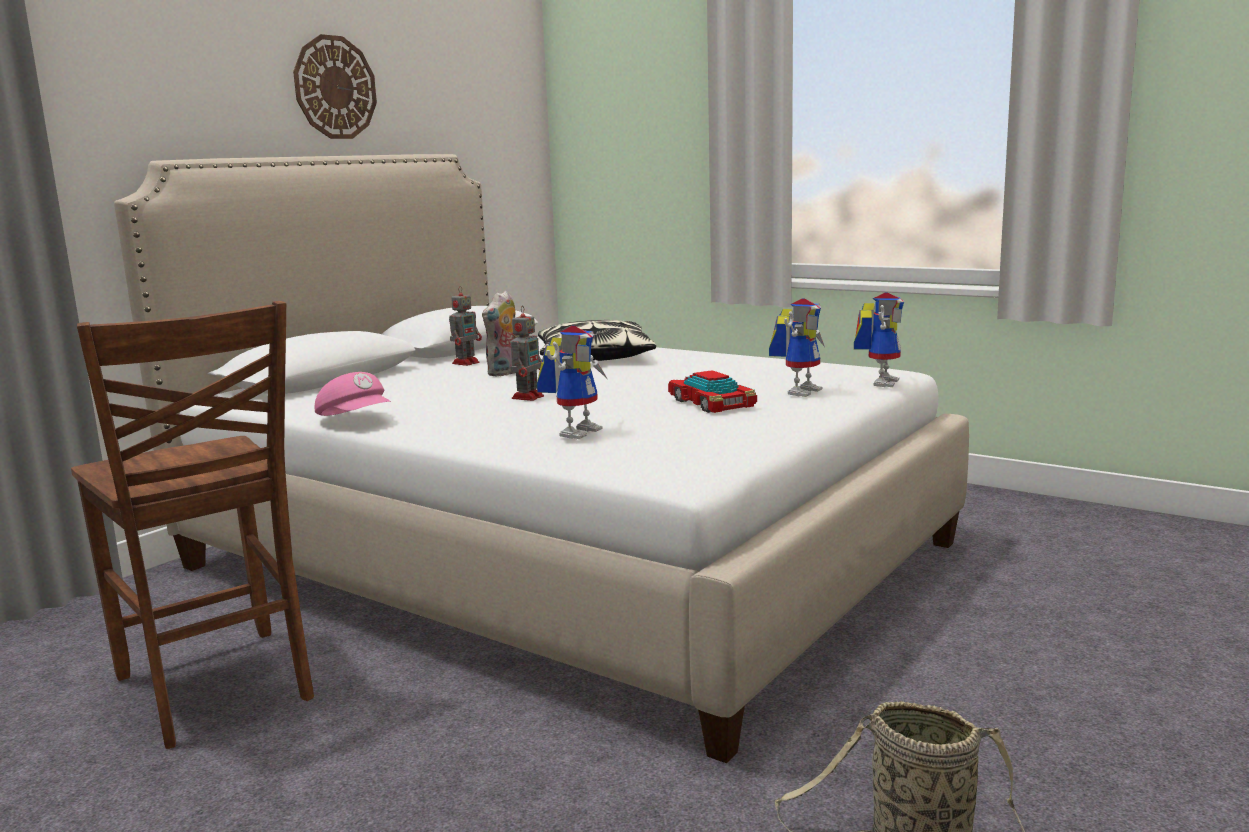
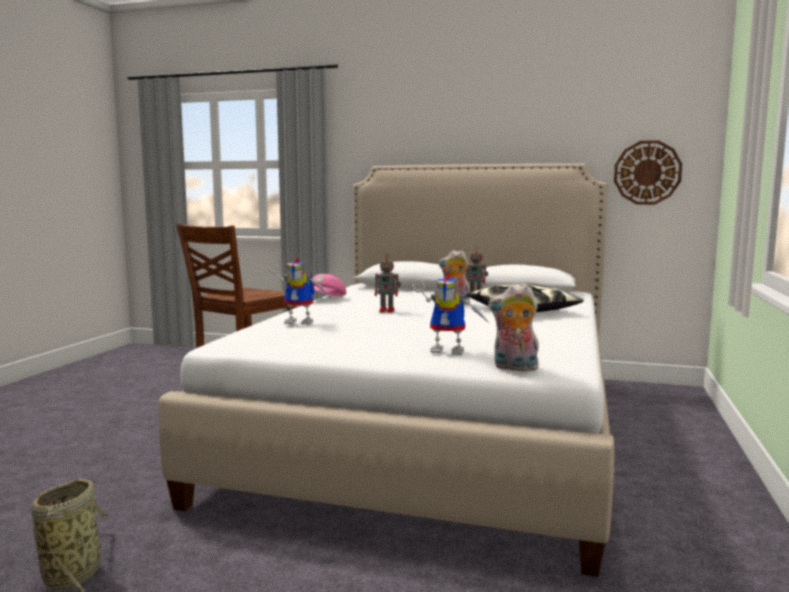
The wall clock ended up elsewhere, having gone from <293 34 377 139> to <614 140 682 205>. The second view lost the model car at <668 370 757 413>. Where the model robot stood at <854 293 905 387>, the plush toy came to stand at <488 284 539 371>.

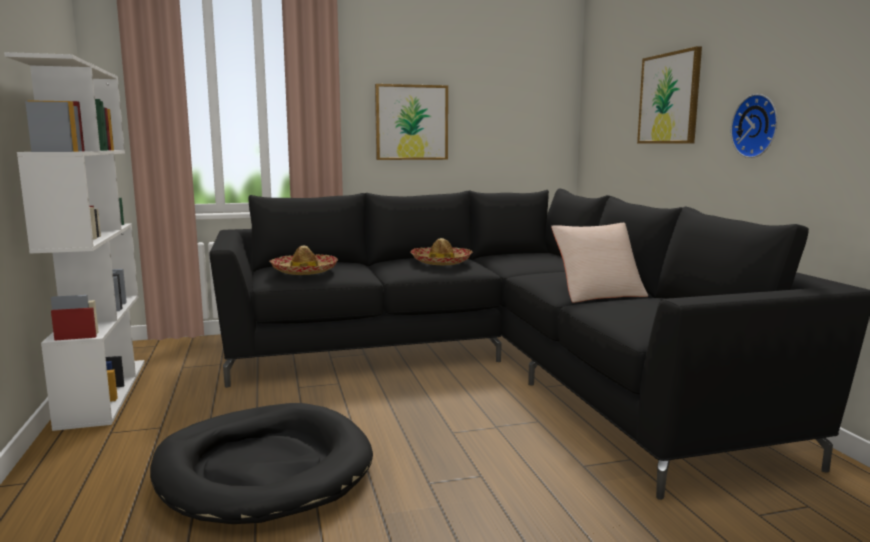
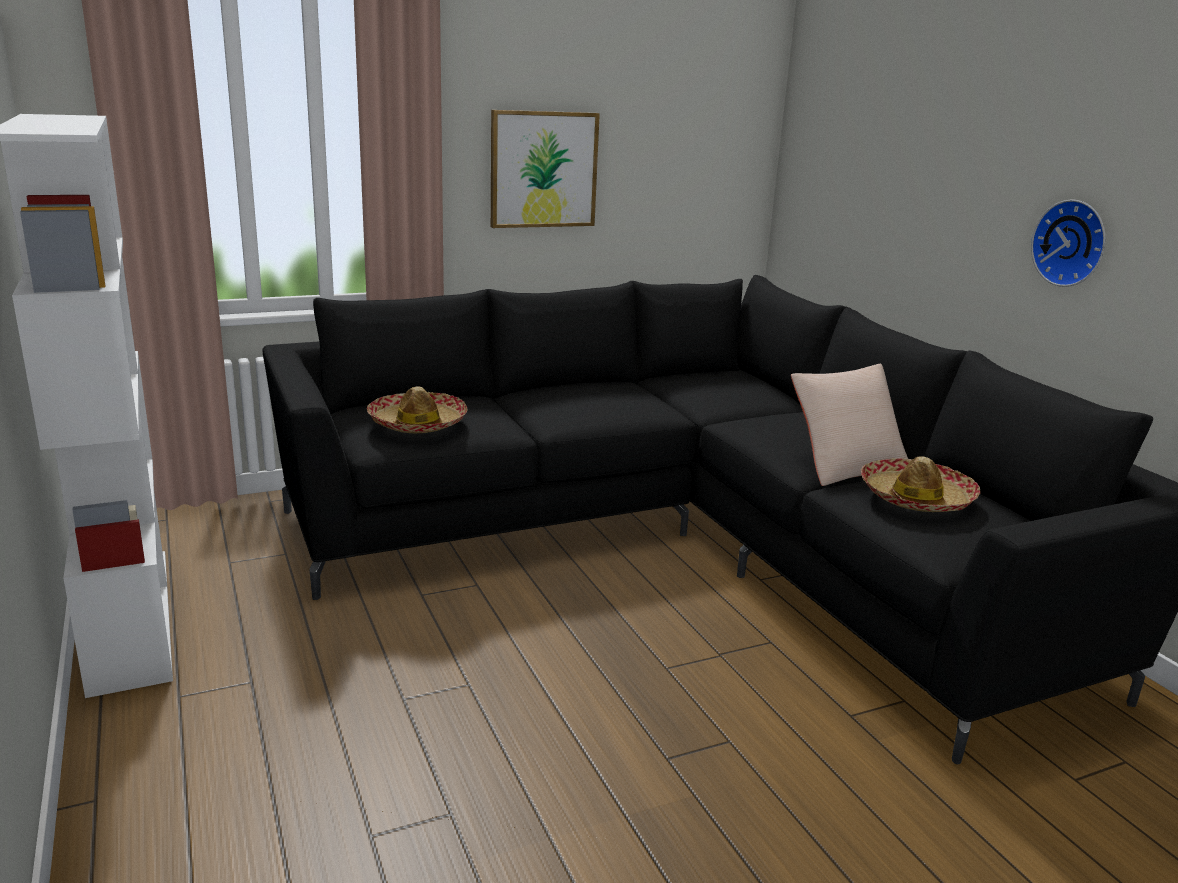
The second view lost the blackish dog bed at <150 403 373 524>. The clothing hat ended up elsewhere, having gone from <410 238 472 265> to <861 456 981 512>. The second view lost the wall art at <637 46 702 144>.

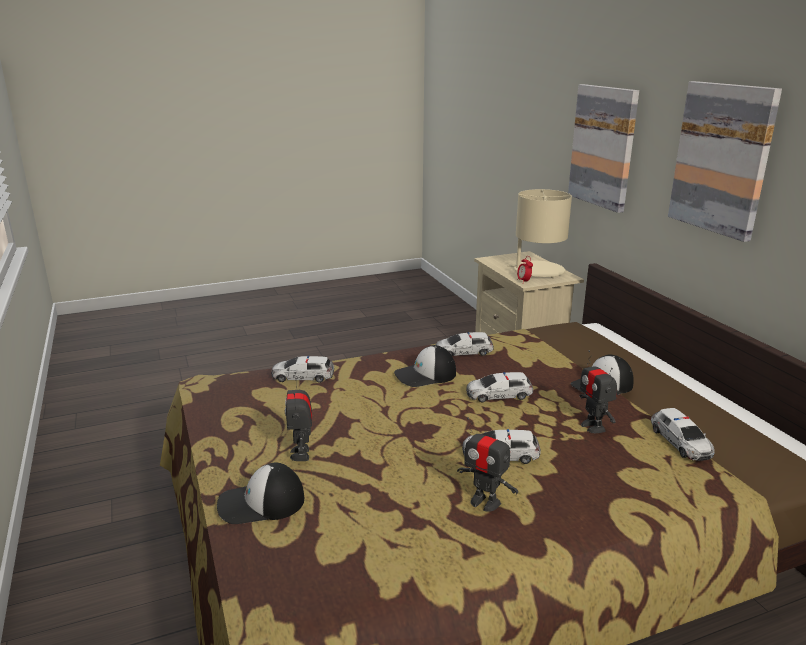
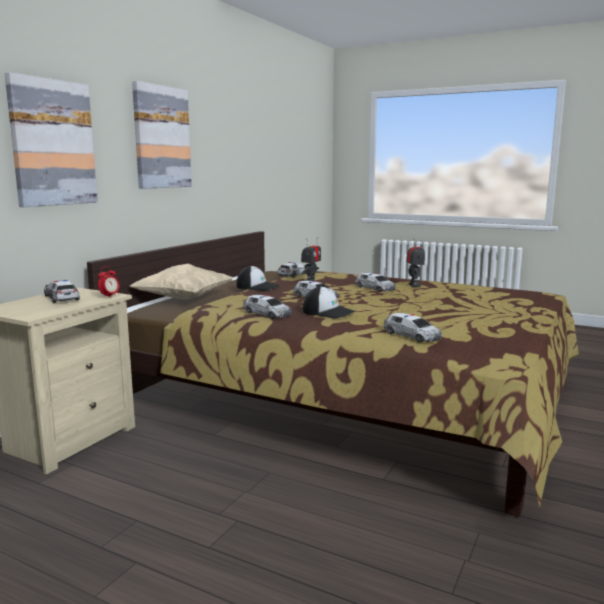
The second view lost the baseball cap at <217 462 304 524>. The second view lost the model robot at <285 372 312 461>. Where the sand-coloured table lamp stood at <507 189 572 278>, the model car came to stand at <44 280 80 303>. The second view gained the sand-coloured pillow at <130 264 233 299>.

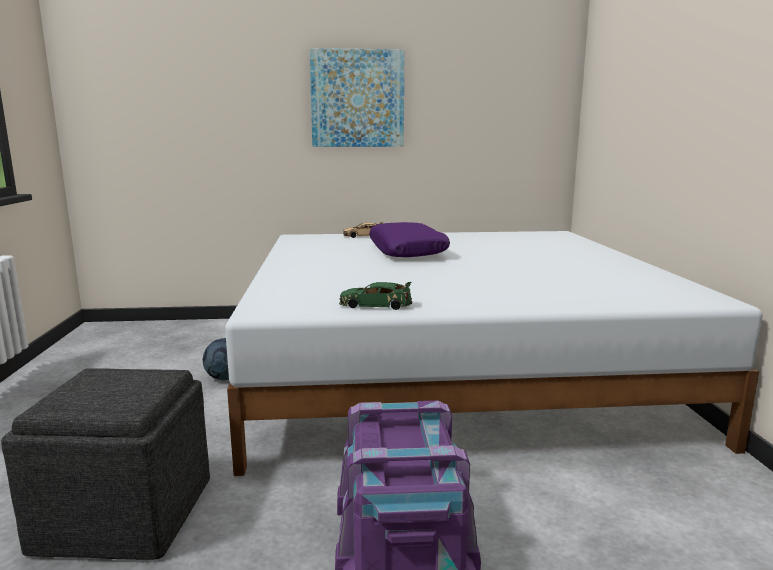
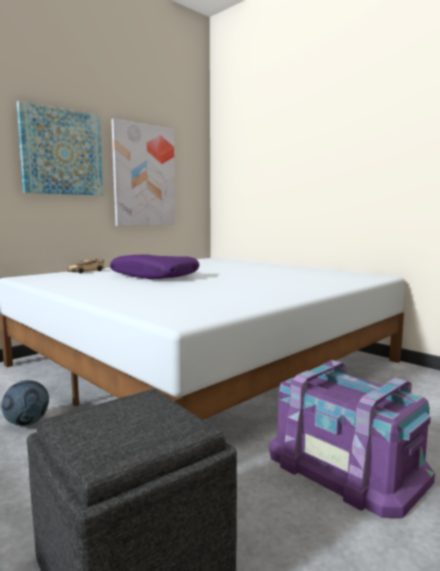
The second view lost the green model car at <339 282 412 310>. The second view gained the wall art at <111 119 175 226>.

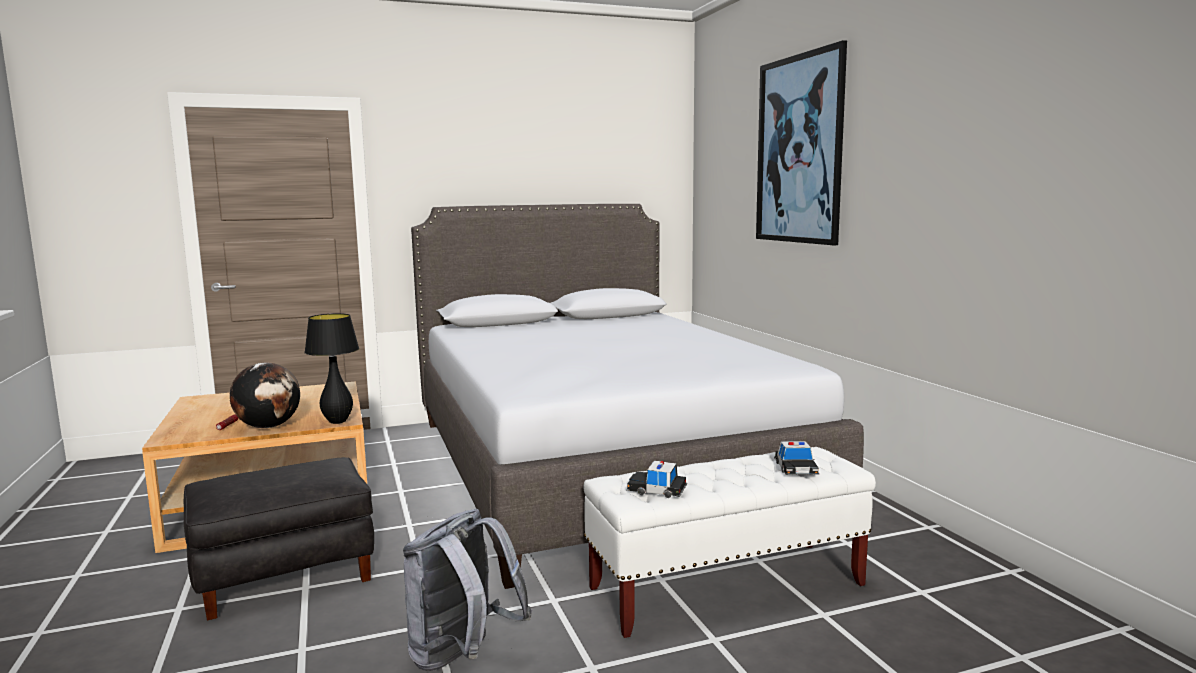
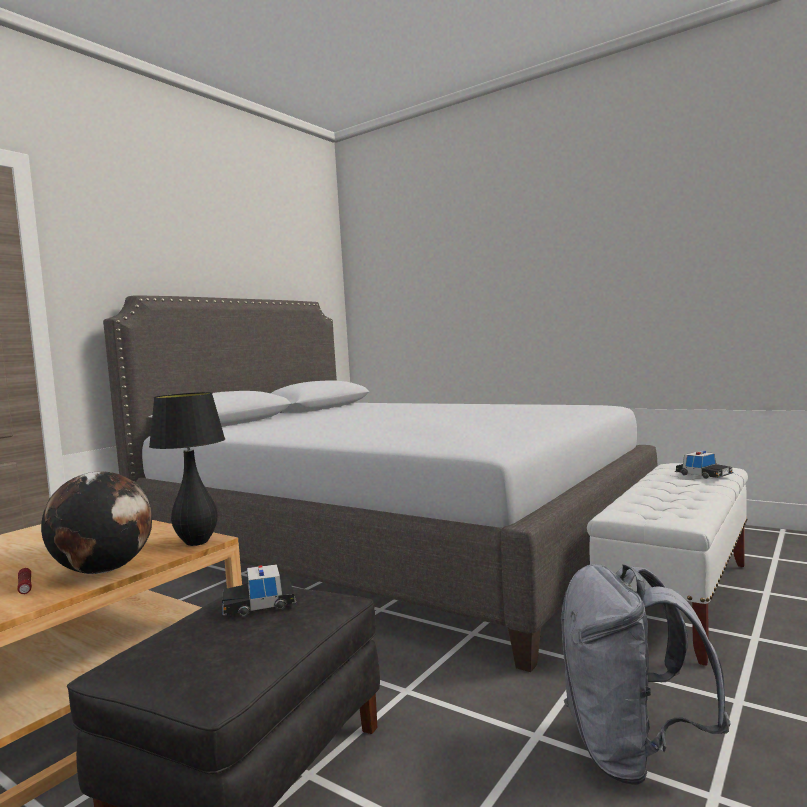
The model car ended up elsewhere, having gone from <626 461 687 498> to <222 564 296 617>. The second view lost the wall art at <756 40 847 245>.

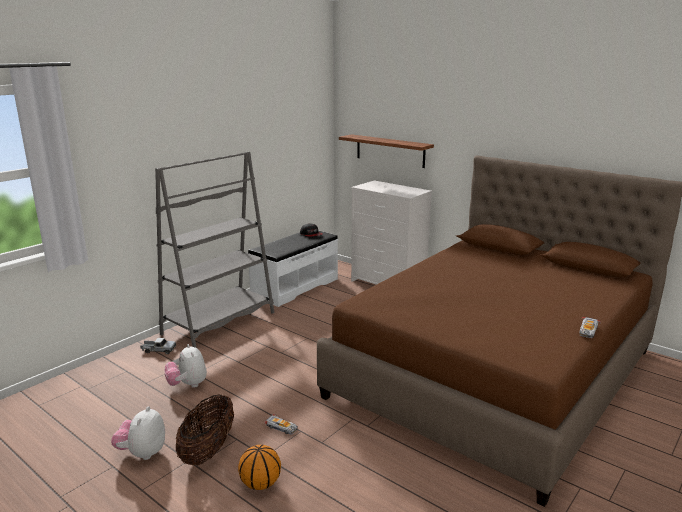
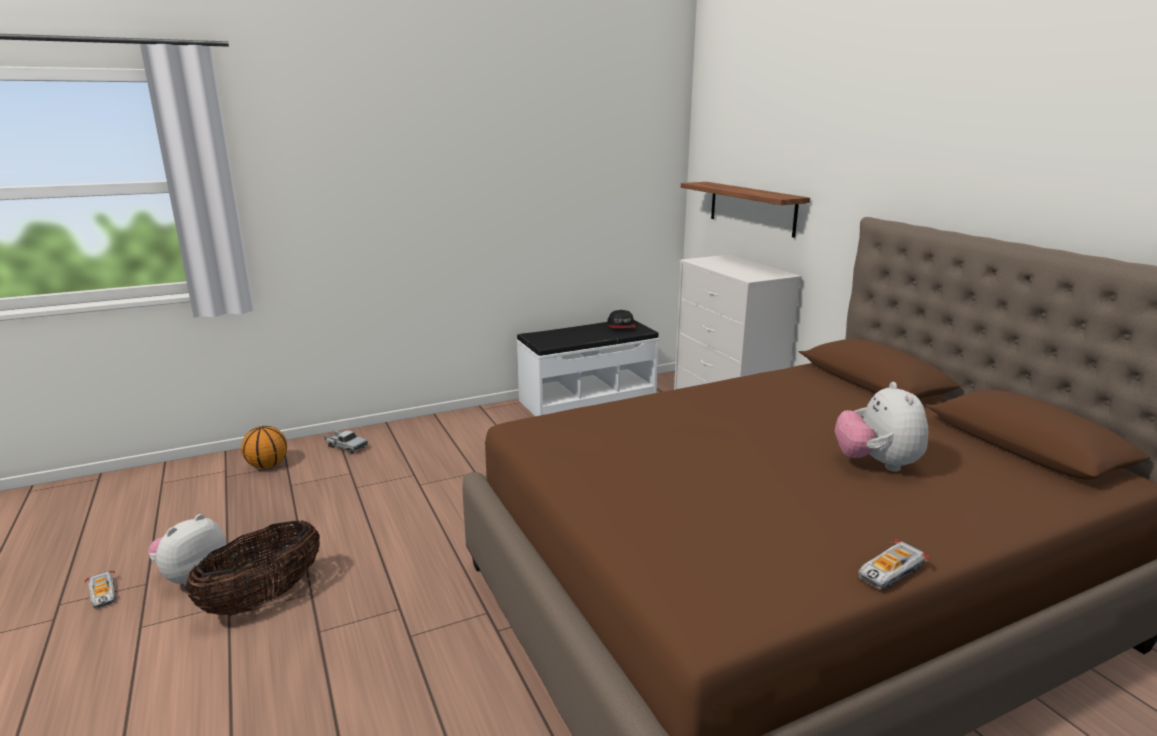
The second view lost the grey shelving unit at <155 152 274 348>. The plush toy ended up elsewhere, having gone from <165 344 207 388> to <835 382 928 472>. The ball for basketball ended up elsewhere, having gone from <238 445 281 490> to <241 426 287 468>. The model car ended up elsewhere, having gone from <265 414 298 435> to <85 571 116 609>.

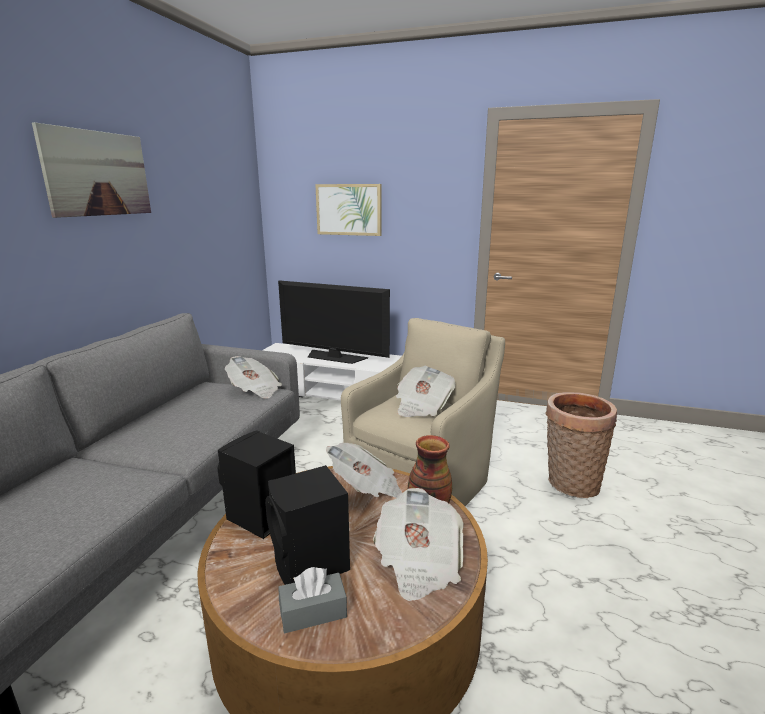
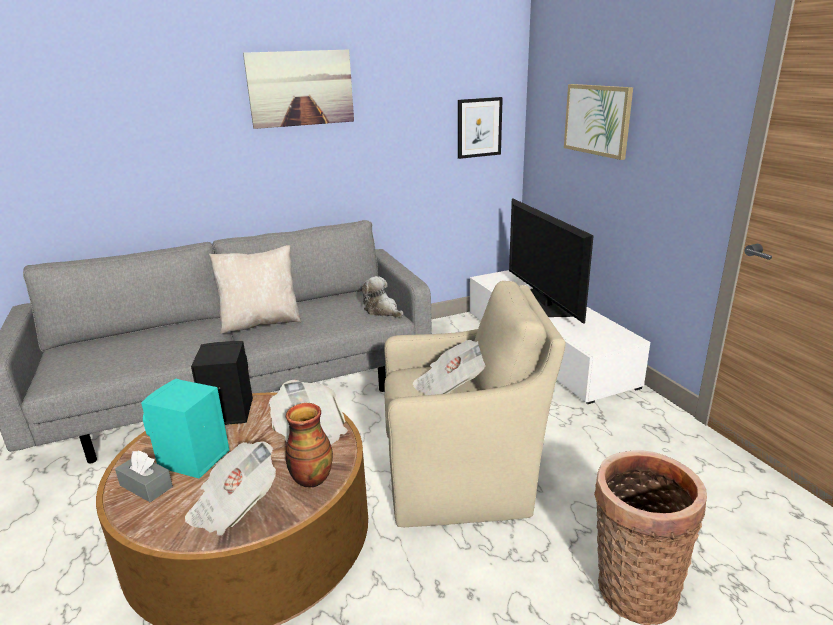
Where the daily paper stood at <225 356 282 399>, the plush toy came to stand at <362 276 404 318>. What was the blackish speaker at <265 465 350 585> turned into the turquoise speaker at <141 379 230 479>. The second view gained the sand-coloured pillow at <209 245 302 334>. The second view gained the wall art at <458 97 503 159>.

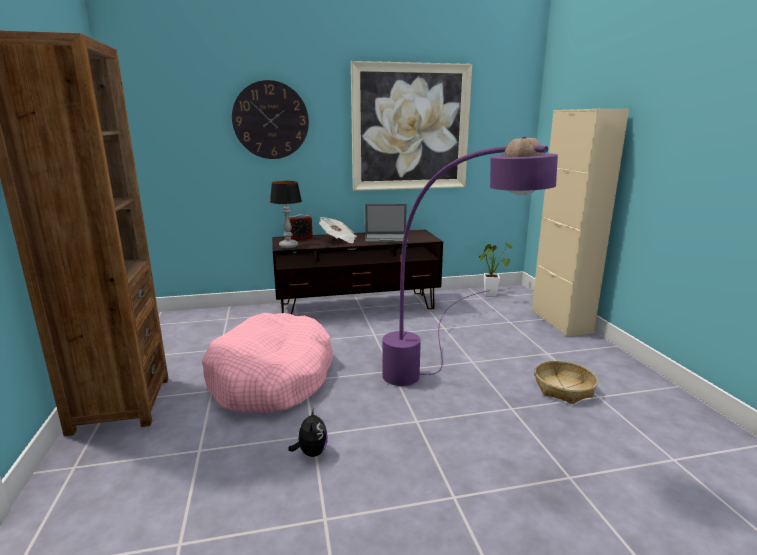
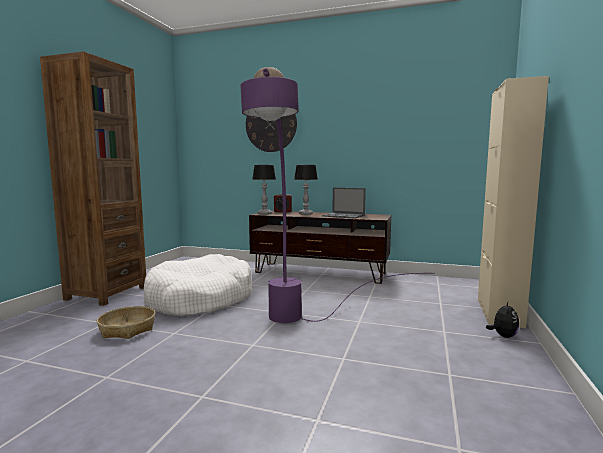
What was the pink dog bed at <202 313 333 413> turned into the white dog bed at <144 254 252 316>. The plush toy ended up elsewhere, having gone from <288 408 328 457> to <486 301 519 338>. Where the daily paper stood at <319 217 357 243>, the table lamp came to stand at <294 165 318 215>. The second view lost the wall art at <351 61 472 191>. The second view lost the houseplant at <479 242 513 297>. The basket ended up elsewhere, having gone from <535 361 598 404> to <97 306 155 339>.

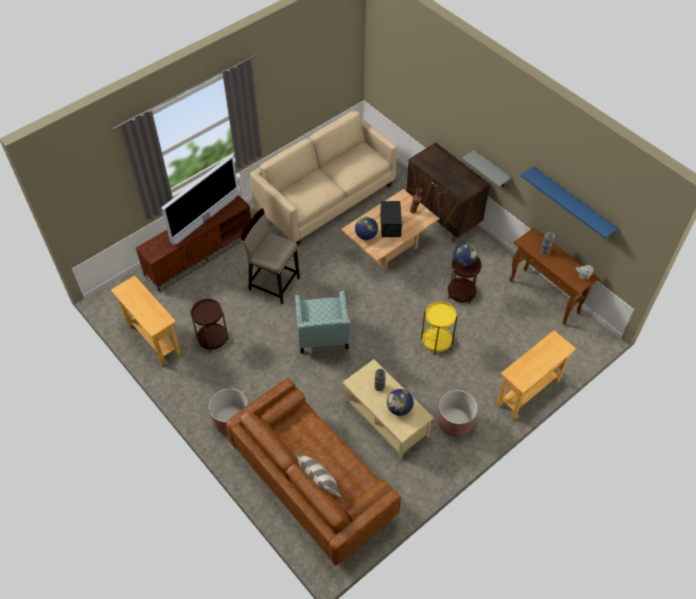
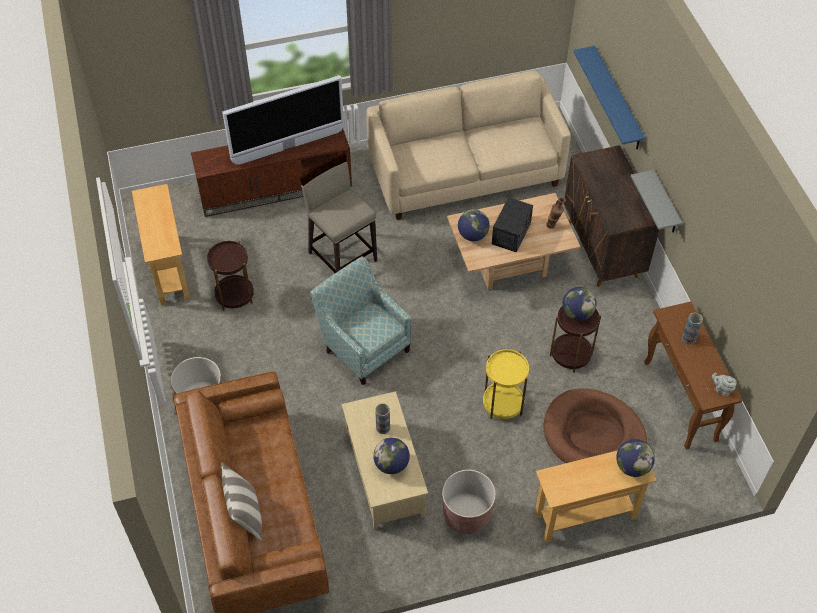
The lounge chair at <295 291 351 354> ended up facing another way, 120 degrees clockwise from before. The blue-coloured shelf ended up elsewhere, having gone from <521 166 618 239> to <573 46 645 149>. The second view gained the brown-coloured dog bed at <544 389 647 463>. The second view gained the globe at <616 439 655 477>.

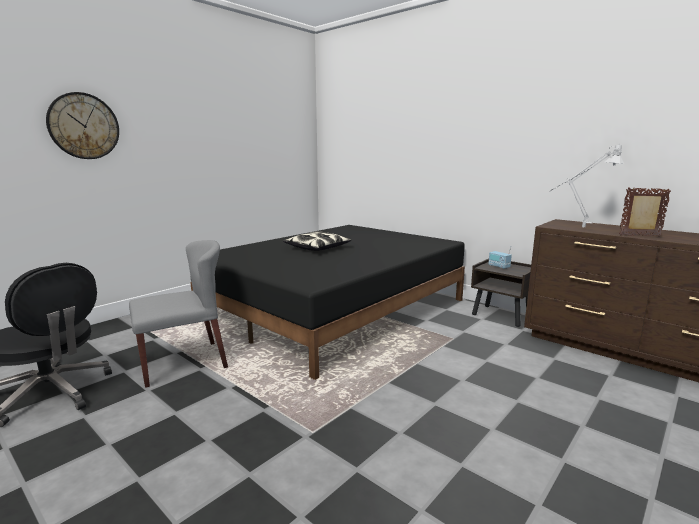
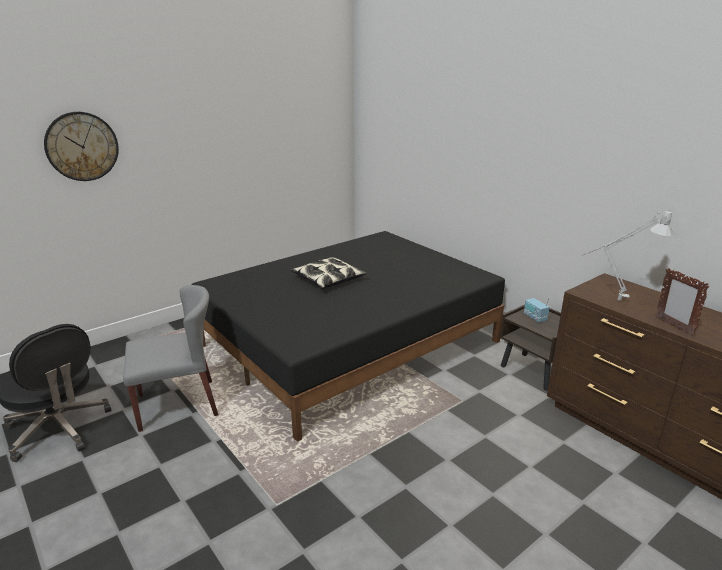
The standing frame at <619 188 671 237> ended up facing another way, 135 degrees counterclockwise from before.

